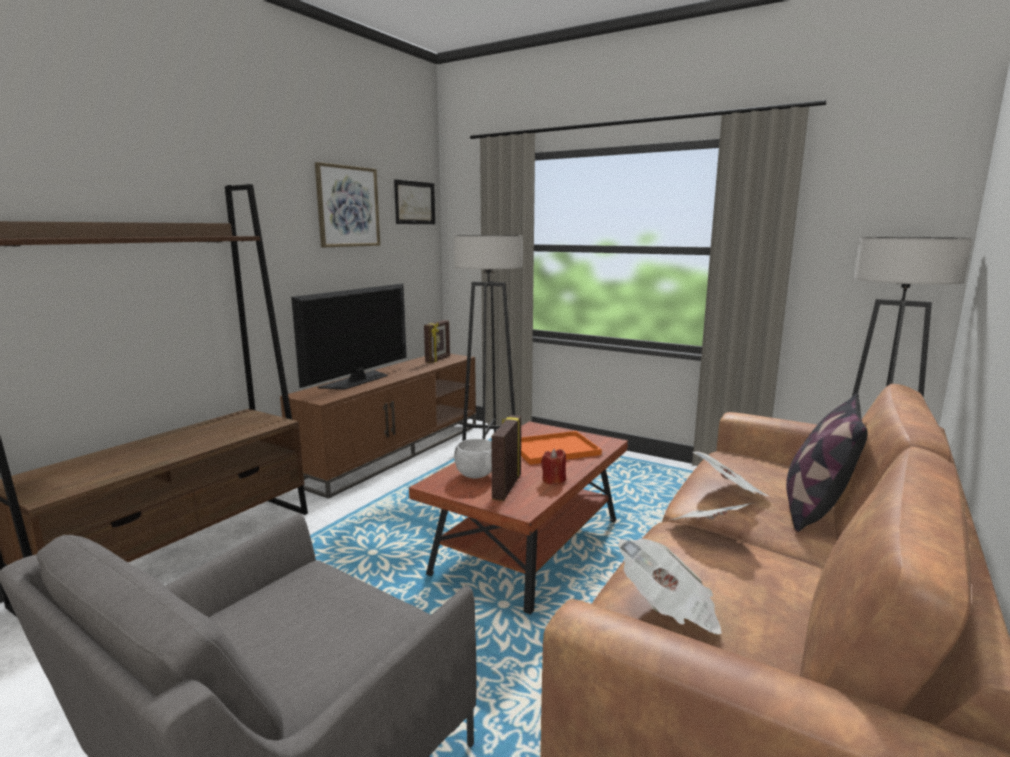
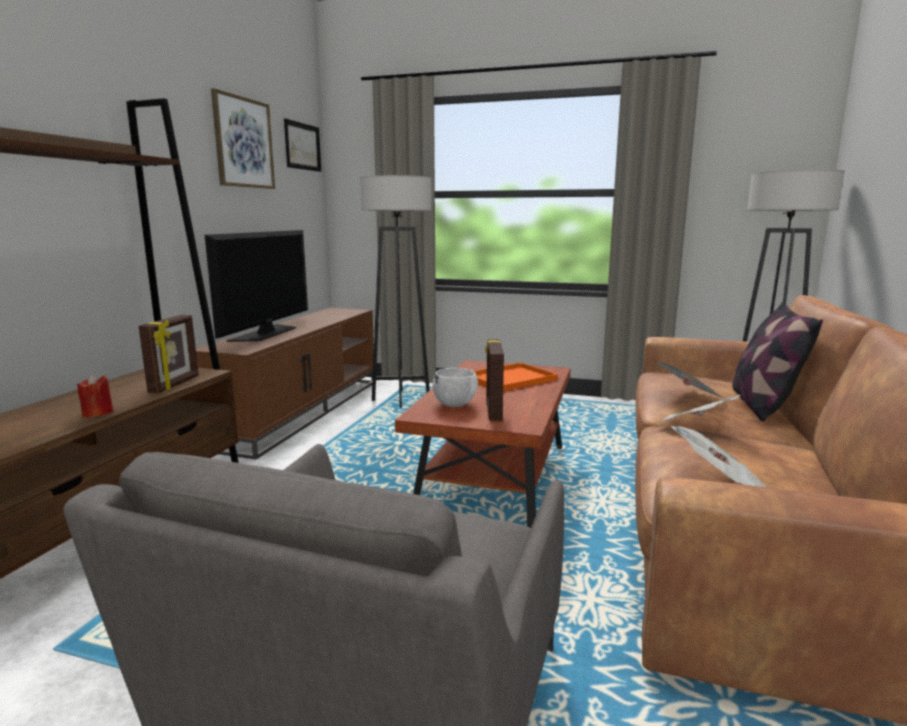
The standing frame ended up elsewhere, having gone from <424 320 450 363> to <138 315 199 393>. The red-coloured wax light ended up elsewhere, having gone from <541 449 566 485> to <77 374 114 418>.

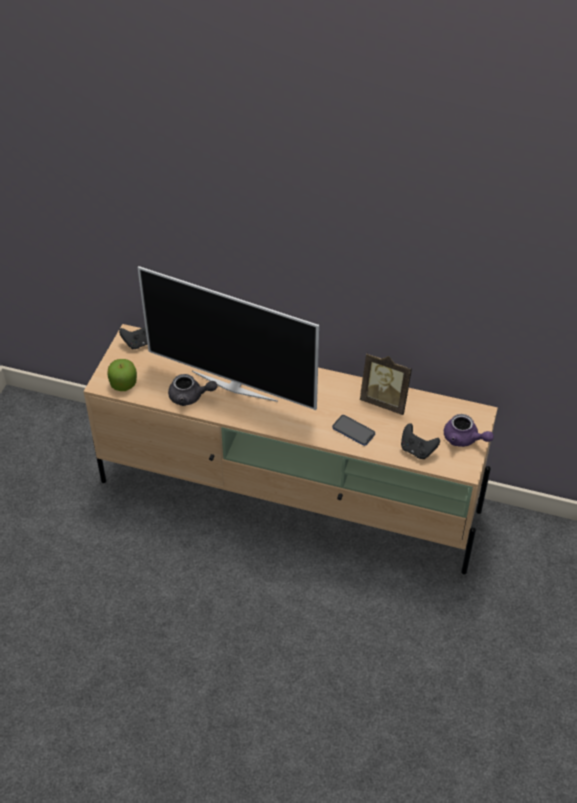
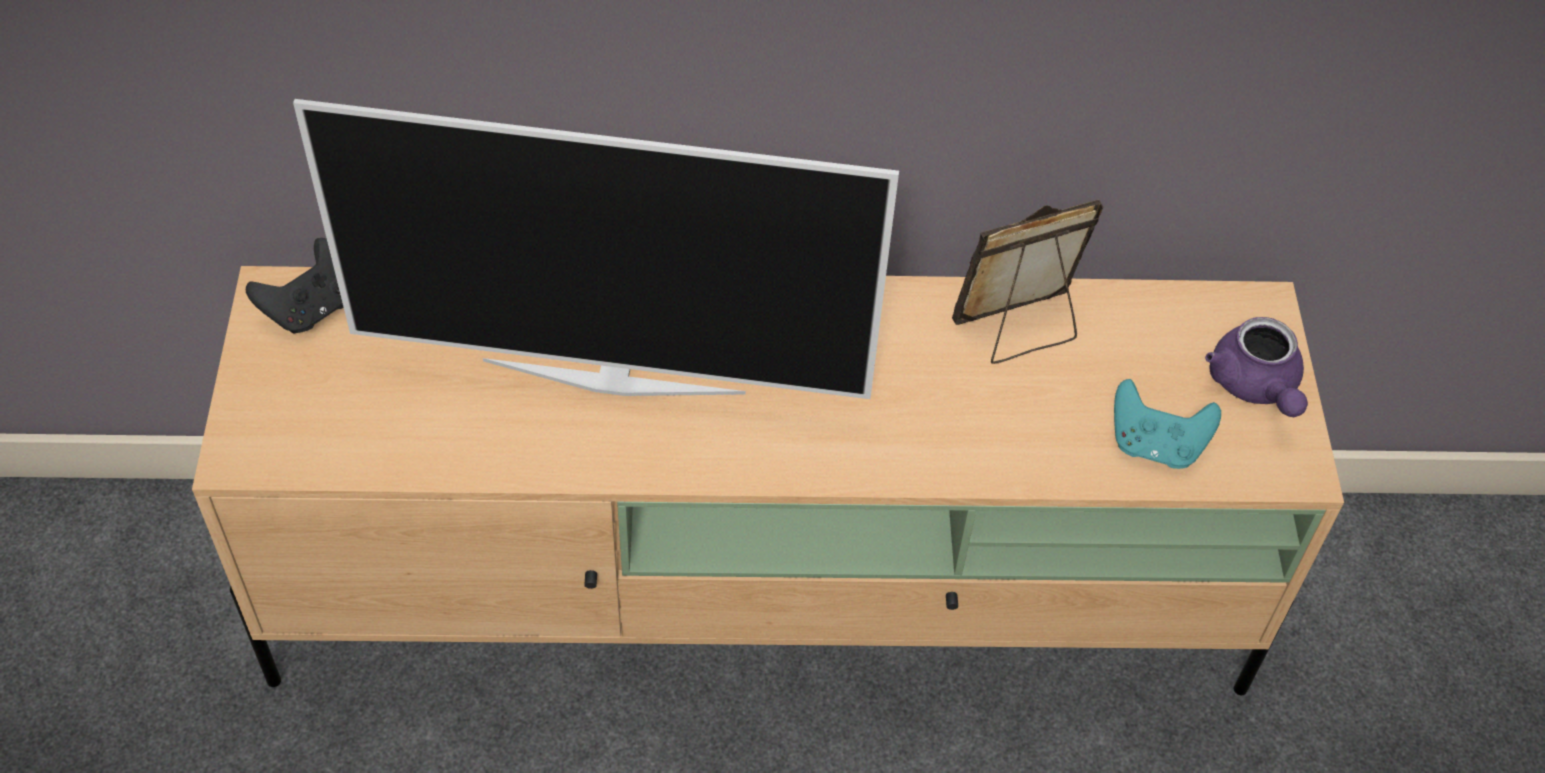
The second view lost the apple at <107 359 137 391>. The second view lost the grey pot for tea at <168 374 217 406>. The second view lost the phone at <332 415 375 446>. The standing frame at <360 352 412 415> ended up facing another way, 150 degrees clockwise from before. What was the blackish joypad at <401 423 440 459> turned into the turquoise joypad at <1114 379 1221 469>. The purple pot for tea at <444 414 494 447> ended up facing another way, 60 degrees clockwise from before.

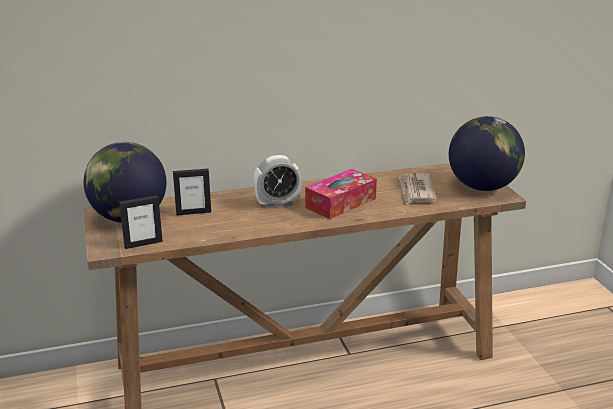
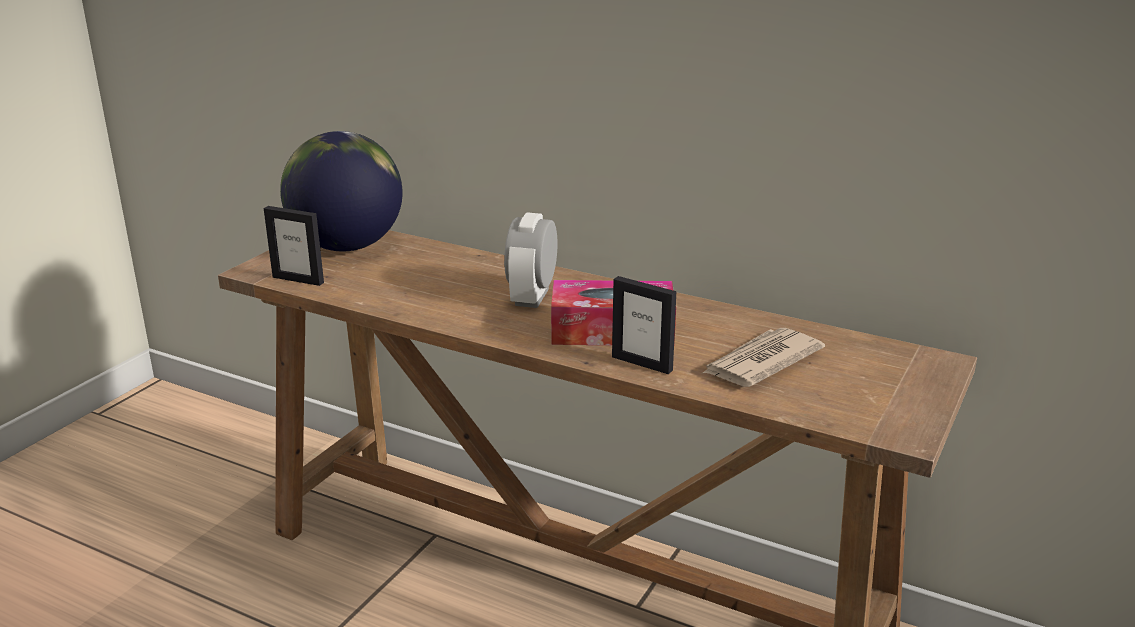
The standing frame ended up elsewhere, having gone from <173 169 211 216> to <612 276 676 374>. The bedside clock at <254 155 302 208> ended up facing another way, 75 degrees clockwise from before. The second view lost the globe at <449 116 525 191>.

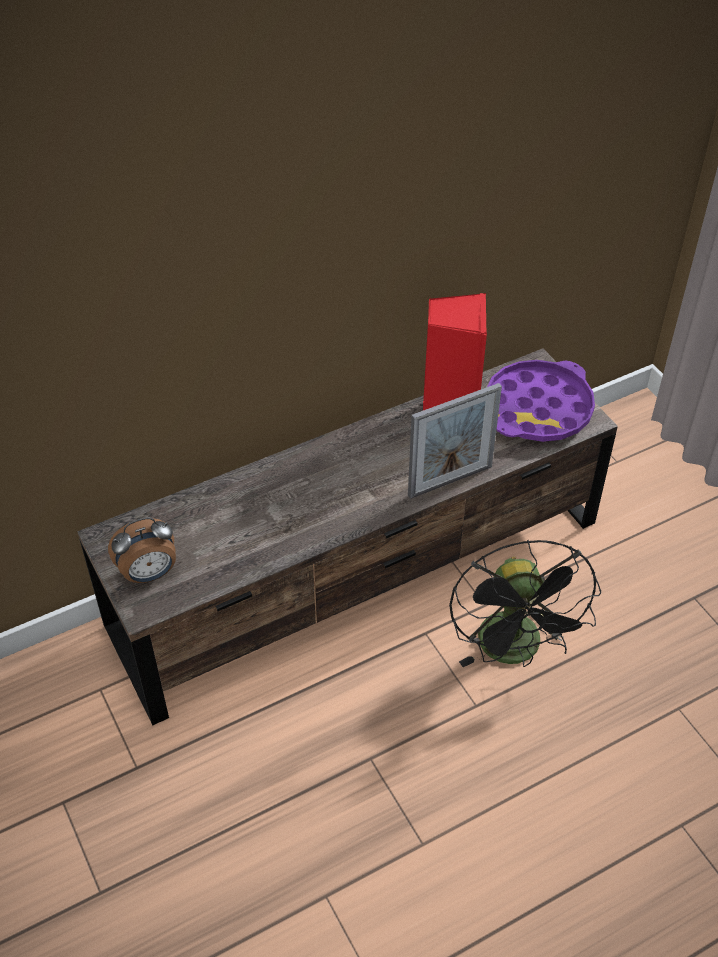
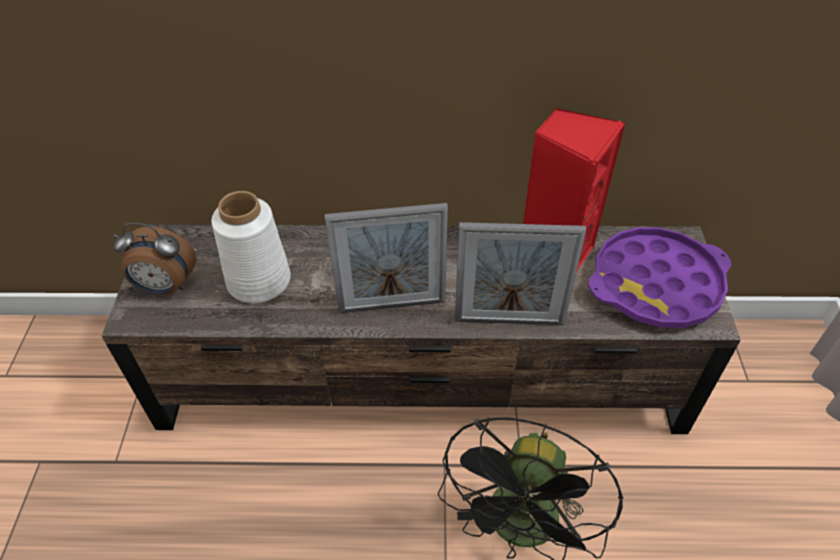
The second view gained the white vase at <212 191 291 303>. The second view gained the standing frame at <325 203 448 313>.

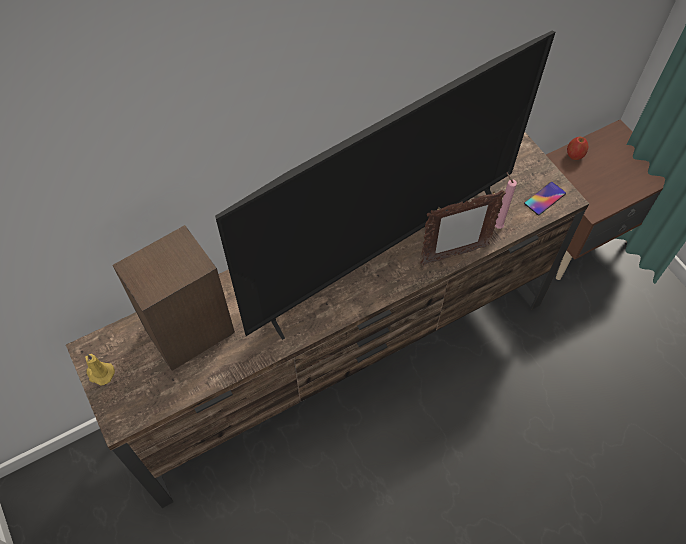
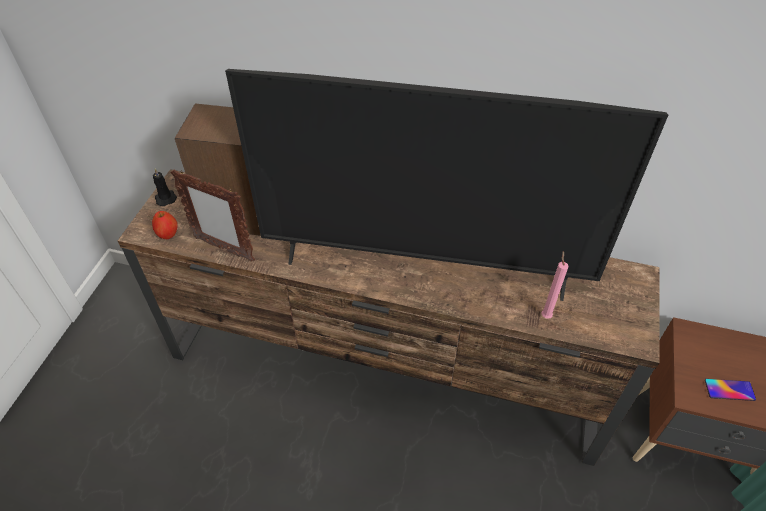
What was the yellow-coloured wax light at <85 354 115 385> turned into the blackish wax light at <153 169 177 206>. The standing frame ended up elsewhere, having gone from <420 190 506 265> to <170 169 255 262>. The phone ended up elsewhere, having gone from <524 182 566 215> to <705 379 756 401>. The apple ended up elsewhere, having gone from <567 137 588 160> to <152 211 178 239>.

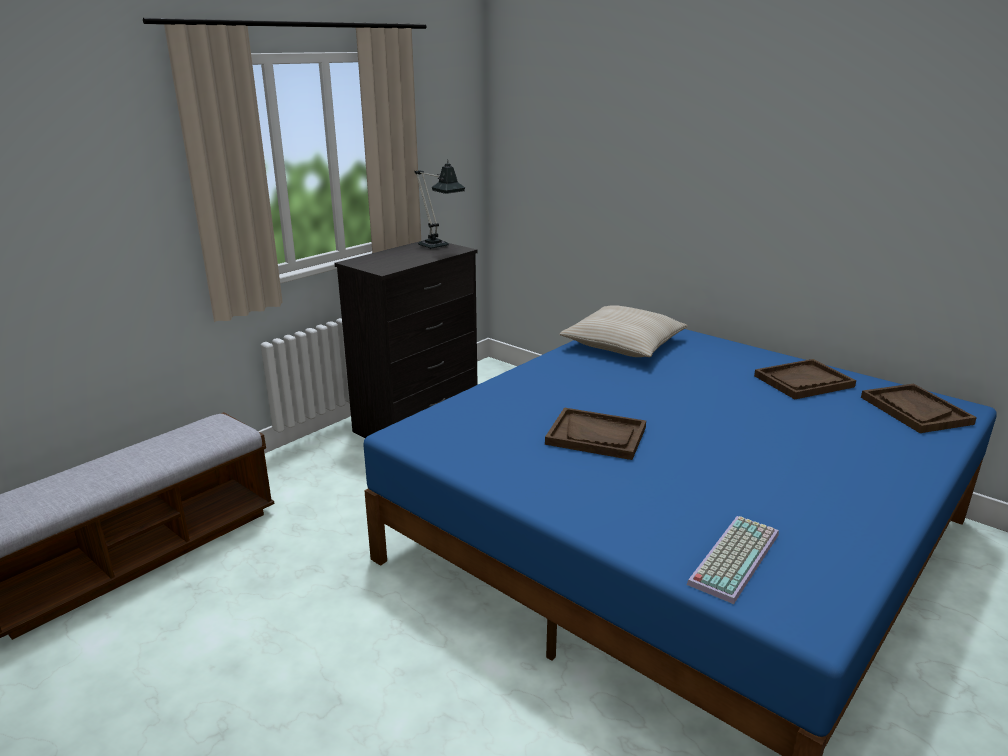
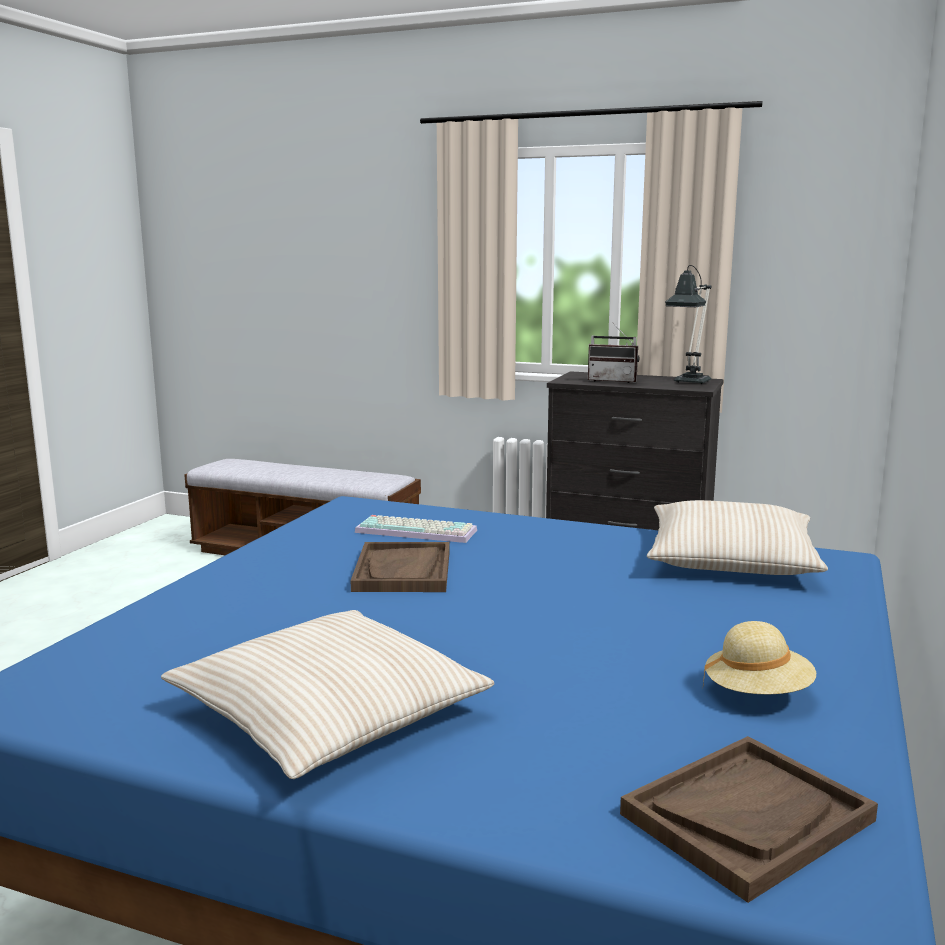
The PC keyboard ended up elsewhere, having gone from <687 516 779 604> to <355 515 477 543>. Where the brown-coloured carrying tray stood at <754 359 856 399>, the sand-coloured clothing hat came to stand at <703 621 816 694>. The second view gained the sand-coloured pillow at <161 610 494 779>. The second view gained the radio set at <588 322 639 383>.

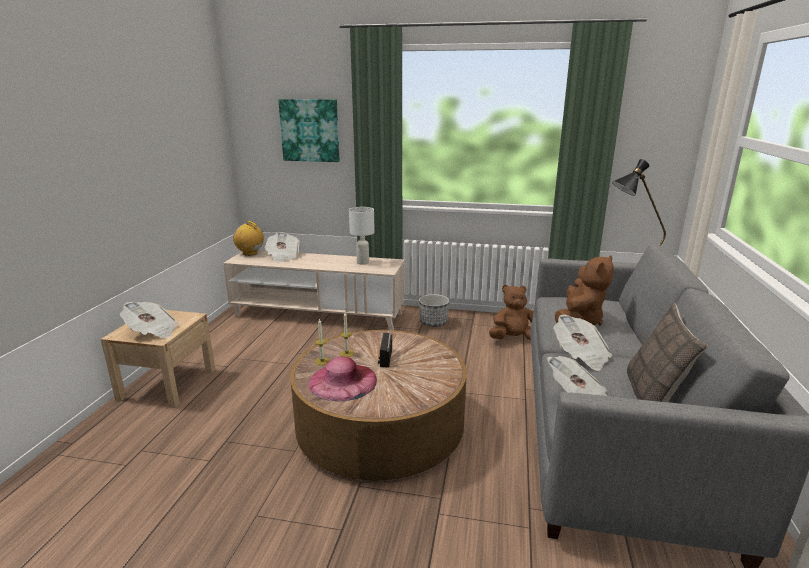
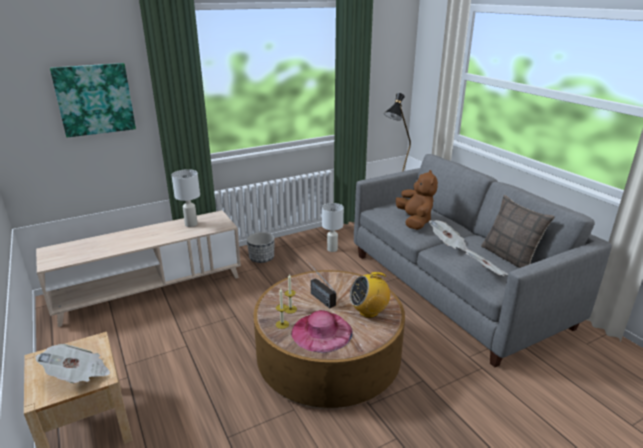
The radio set ended up elsewhere, having gone from <233 221 265 256> to <350 272 390 318>. The second view lost the daily paper at <264 232 300 263>. Where the brown-coloured plush toy stood at <489 285 534 340>, the white table lamp came to stand at <322 203 344 252>.

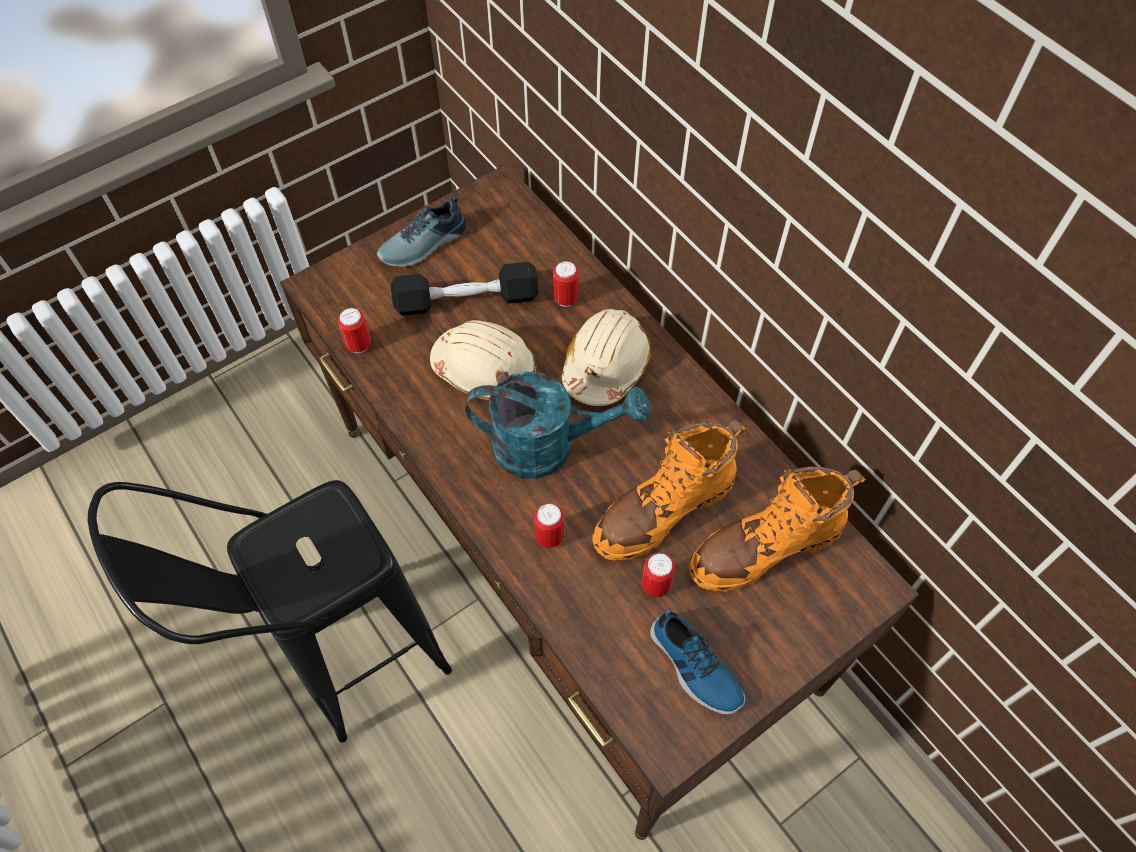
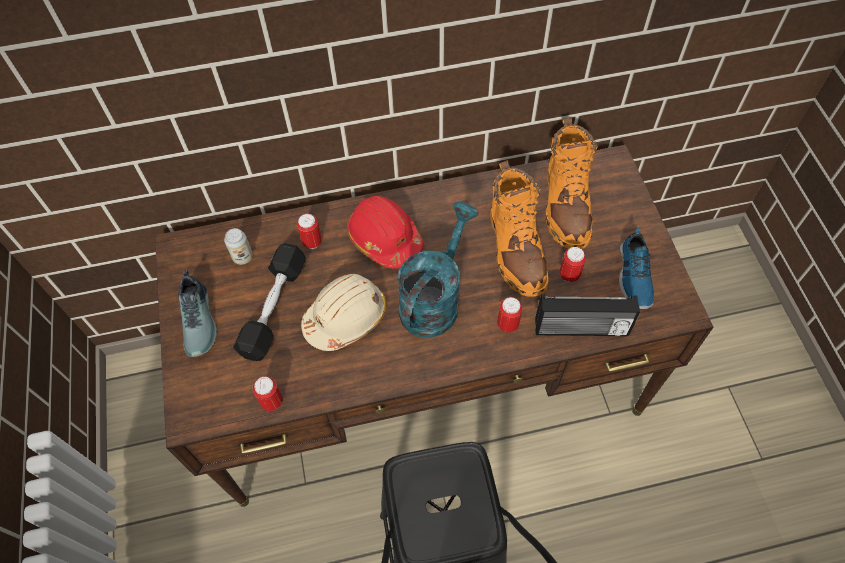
What was the sand-coloured work helmet at <562 309 652 406> turned into the red-coloured work helmet at <347 196 423 269>. The low shoe at <650 610 745 715> ended up facing another way, 105 degrees clockwise from before. The second view gained the metal can at <224 228 253 265>. The second view gained the radio set at <535 295 640 336>.

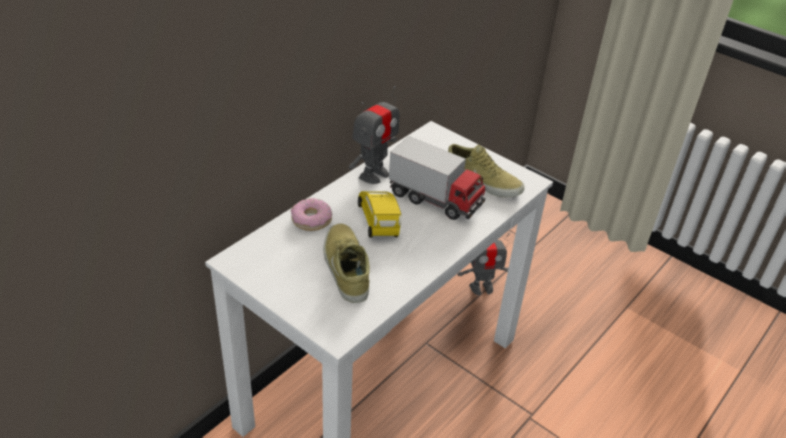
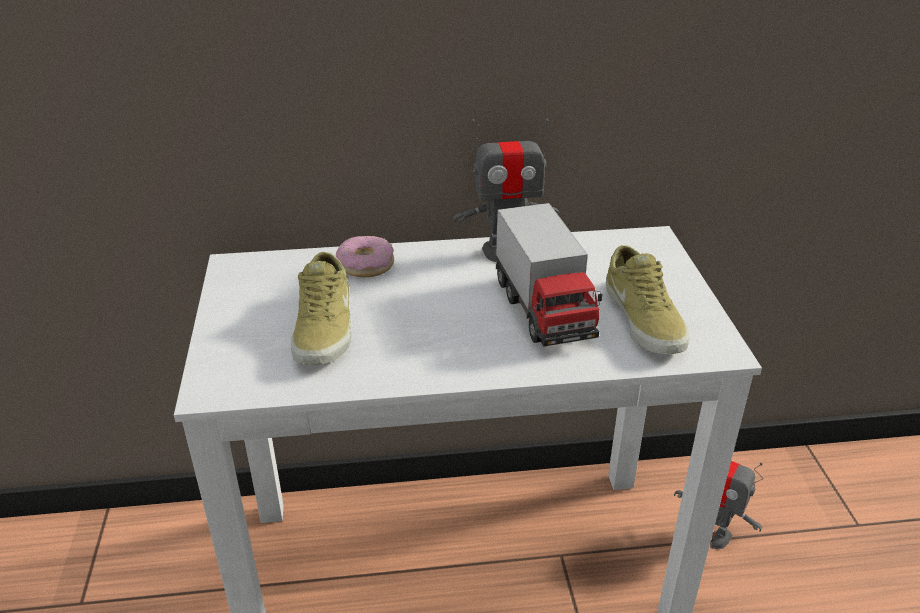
The sand-coloured low shoe at <323 224 370 303> ended up facing another way, 150 degrees clockwise from before. The second view lost the yellow-coloured model car at <358 191 401 237>.

